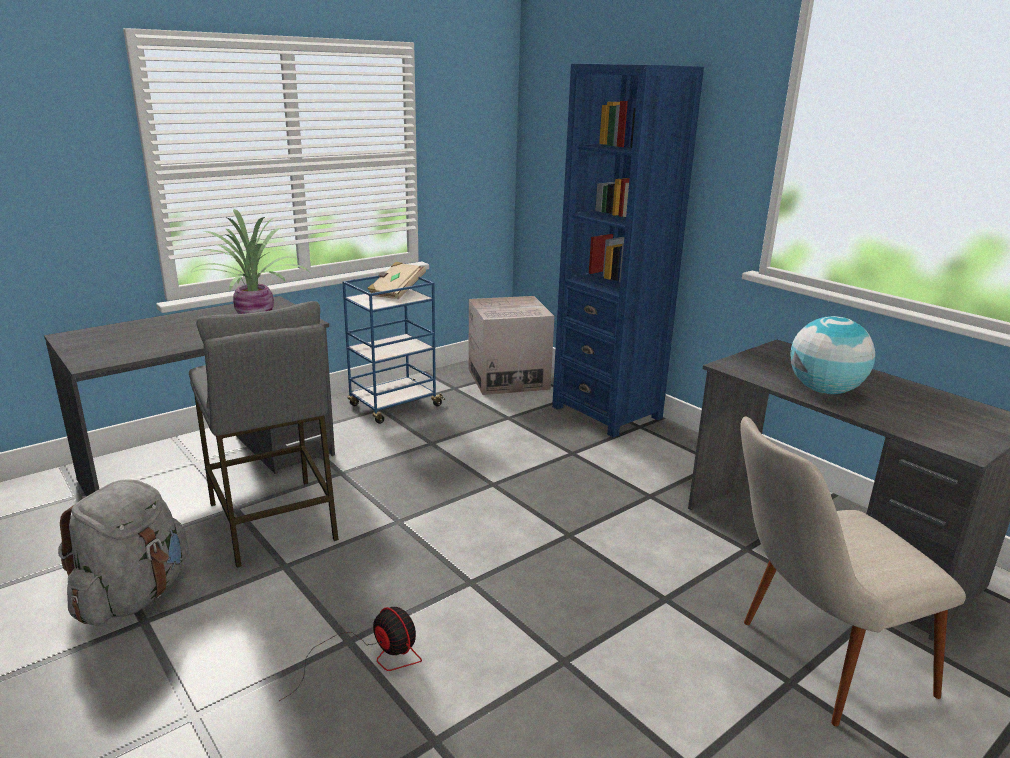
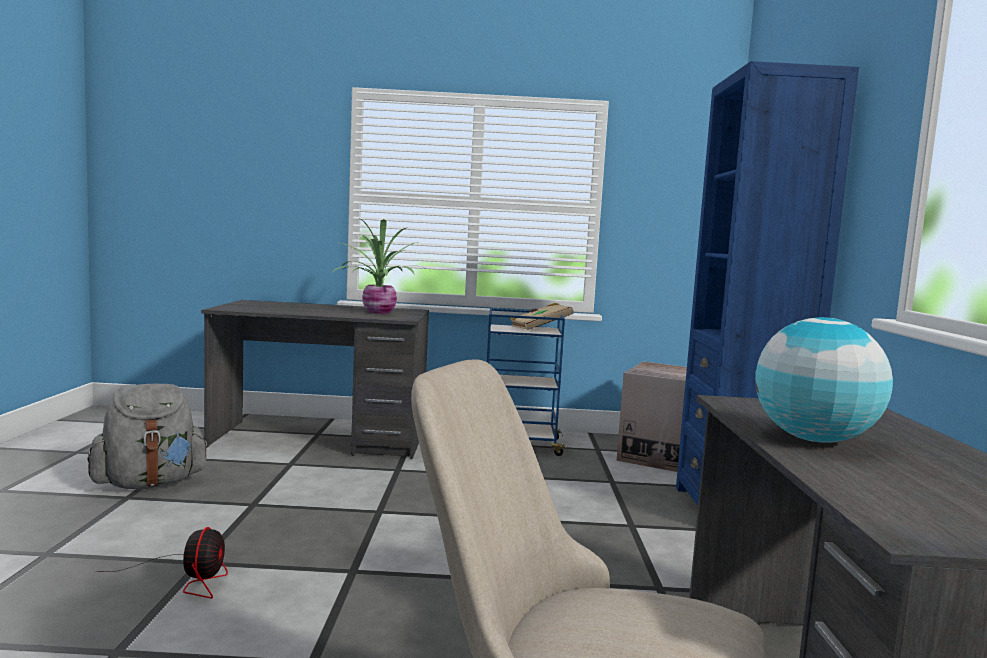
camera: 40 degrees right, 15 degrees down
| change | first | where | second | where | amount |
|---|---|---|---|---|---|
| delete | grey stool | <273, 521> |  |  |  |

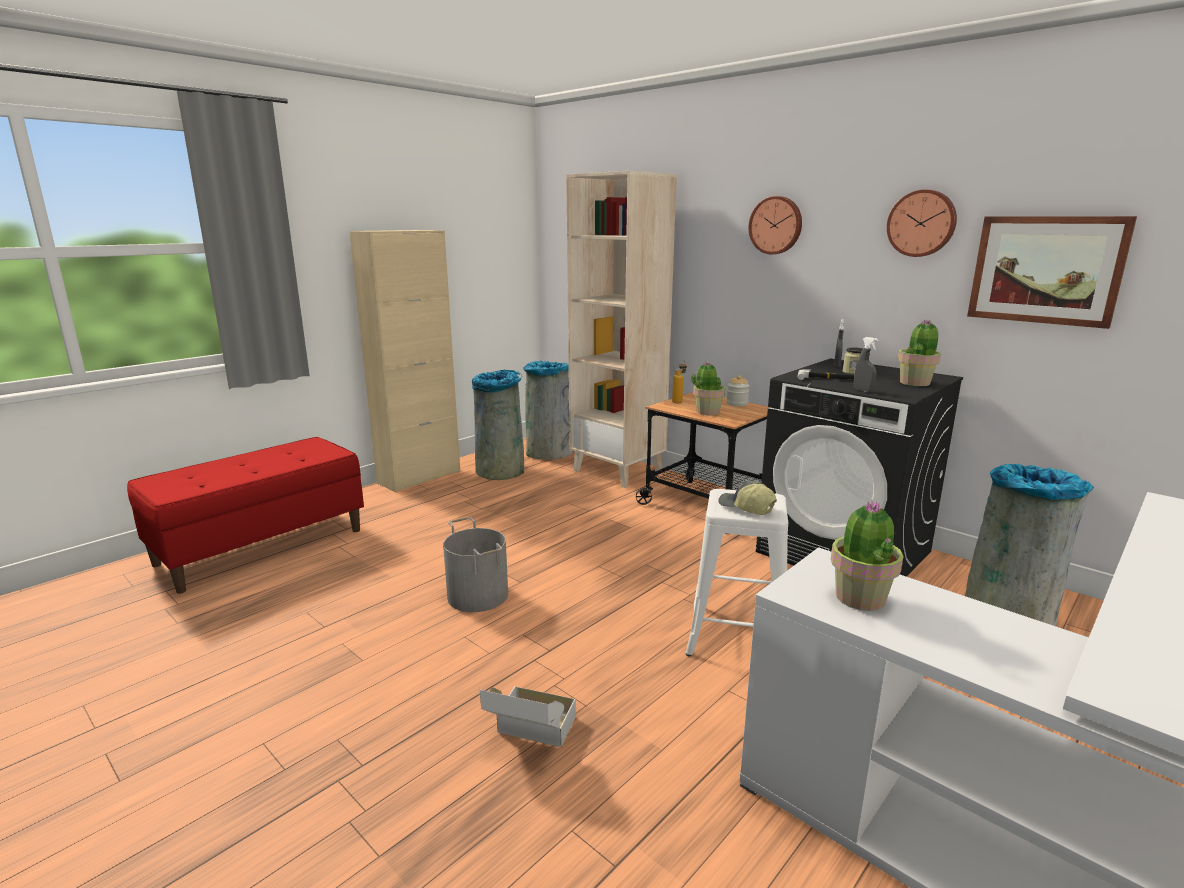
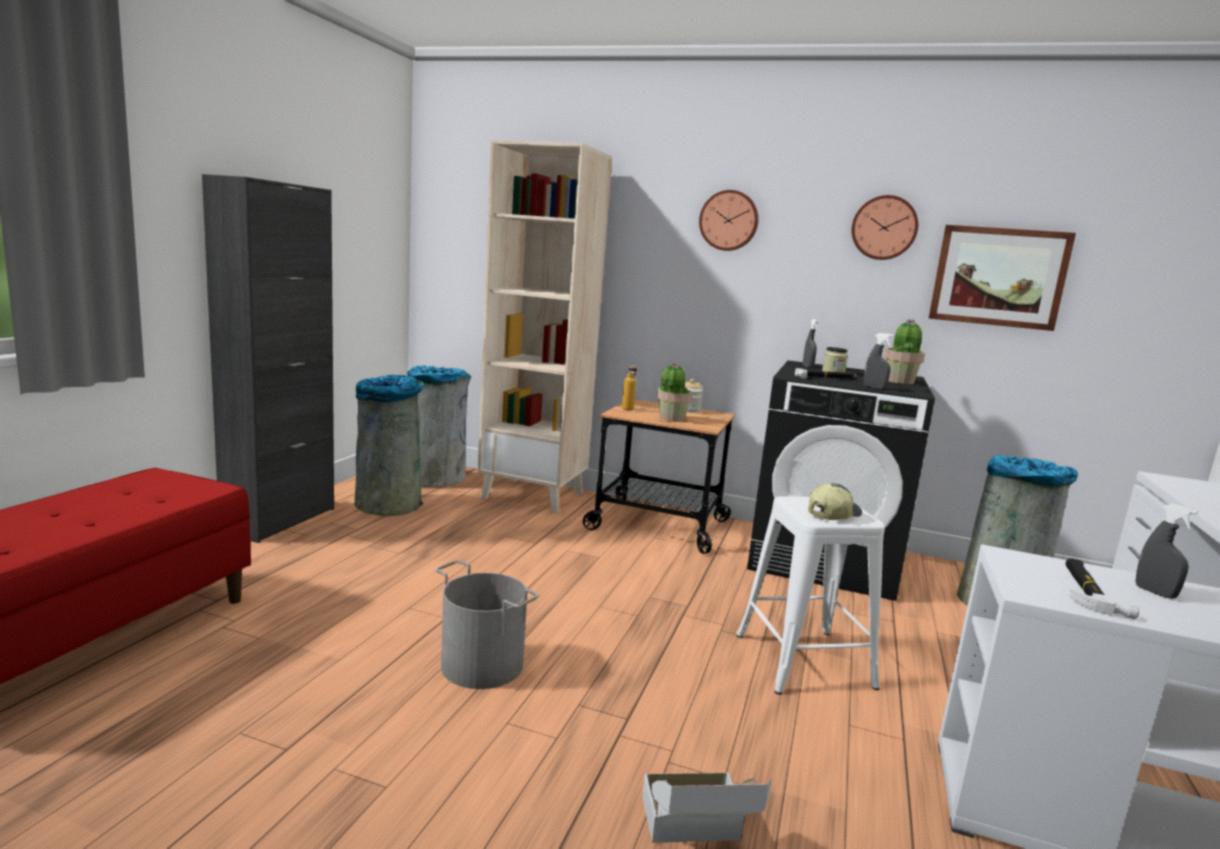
camera: 25 degrees left, 5 degrees down
| change | first | where | second | where | amount |
|---|---|---|---|---|---|
| recolor | beige cabinet | <419, 477> | black cabinet | <280, 520> |  |
| rotate | cap | <745, 508> |  | <832, 514> | 120 degrees clockwise |
| replace | potted plant | <860, 598> | hammer | <1088, 590> |  |
| insert |  |  | grey spray bottle | <1155, 592> |  |

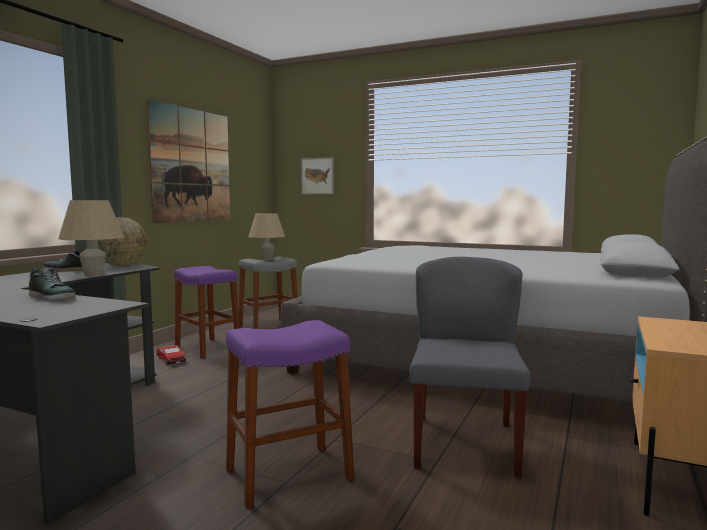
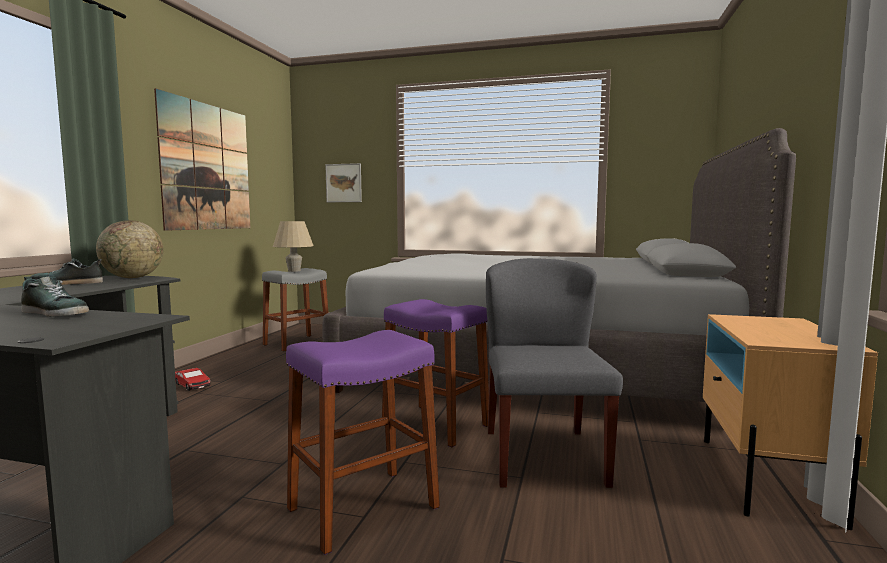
camera: 10 degrees left, 0 degrees up
| change | first | where | second | where | amount |
|---|---|---|---|---|---|
| delete | beige table lamp | <93, 274> |  |  |  |
| move | purple stool | <207, 348> |  | <435, 424> |  |

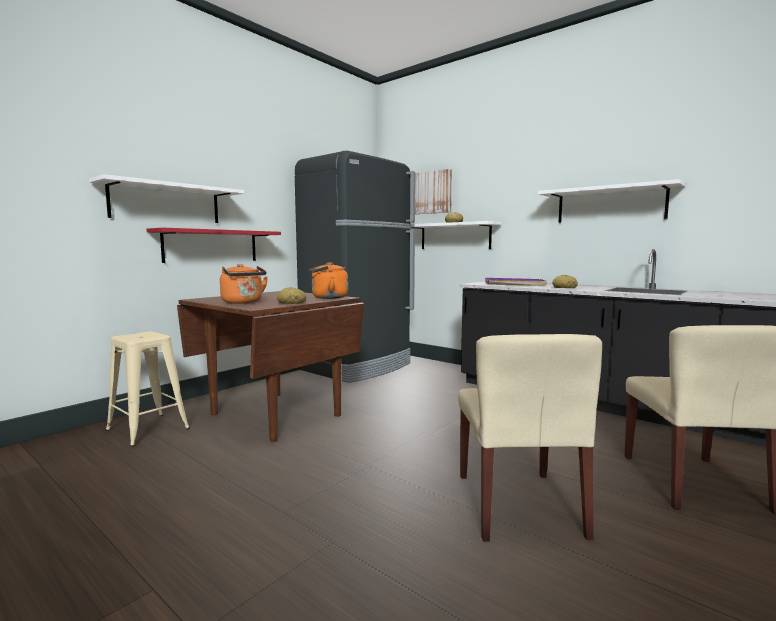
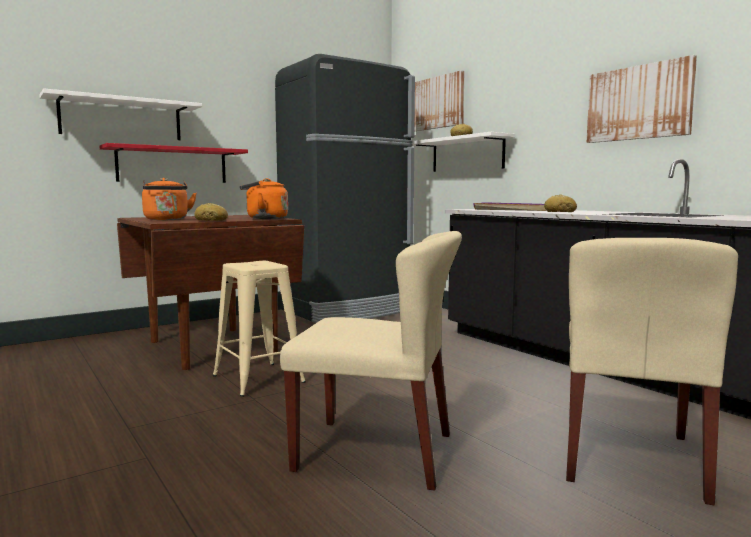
camera: 15 degrees right, 0 degrees up
| change | first | where | second | where | amount |
|---|---|---|---|---|---|
| move | beige stool | <148, 429> |  | <258, 379> |  |
| rotate | beige chair | <518, 505> |  | <376, 452> | 90 degrees counterclockwise |
| replace | white shelf | <610, 204> | picture | <638, 103> |  |

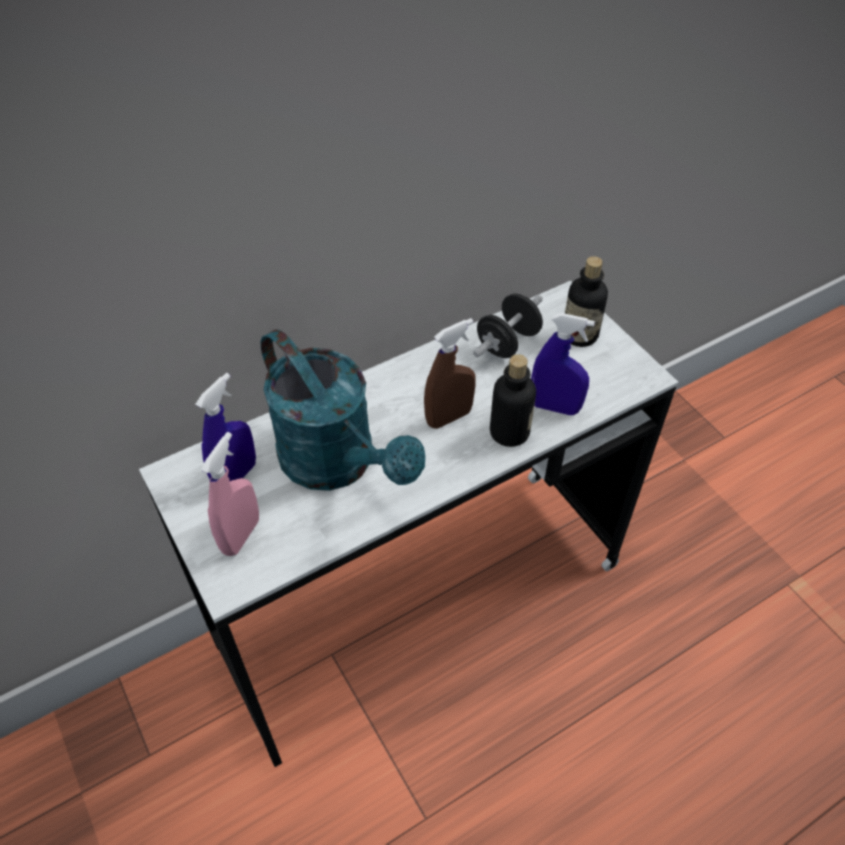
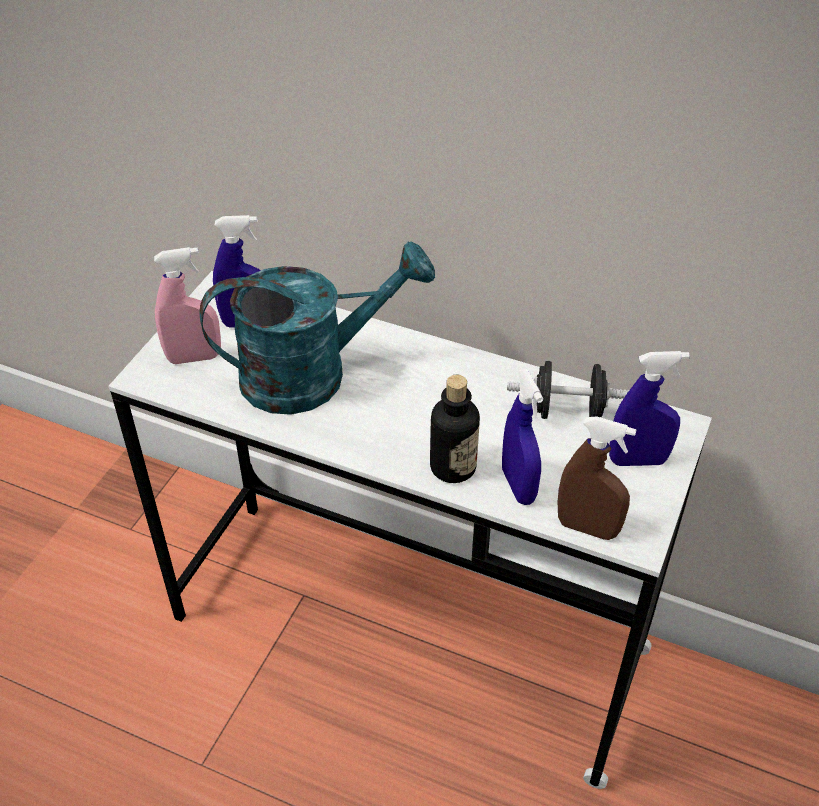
camera: 55 degrees right, 5 degrees down
| change | first | where | second | where | amount |
|---|---|---|---|---|---|
| rotate | turquoise watering can | <338, 464> |  | <313, 374> | 120 degrees counterclockwise |
| move | brown spray bottle | <449, 417> |  | <587, 528> |  |
| replace | bottle | <579, 335> | blue spray bottle | <638, 460> |  |

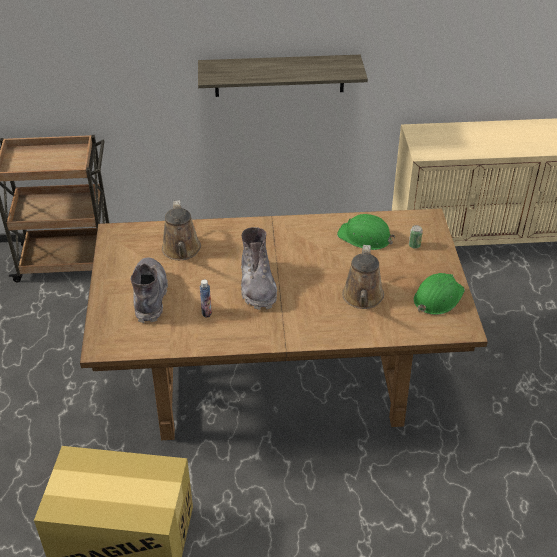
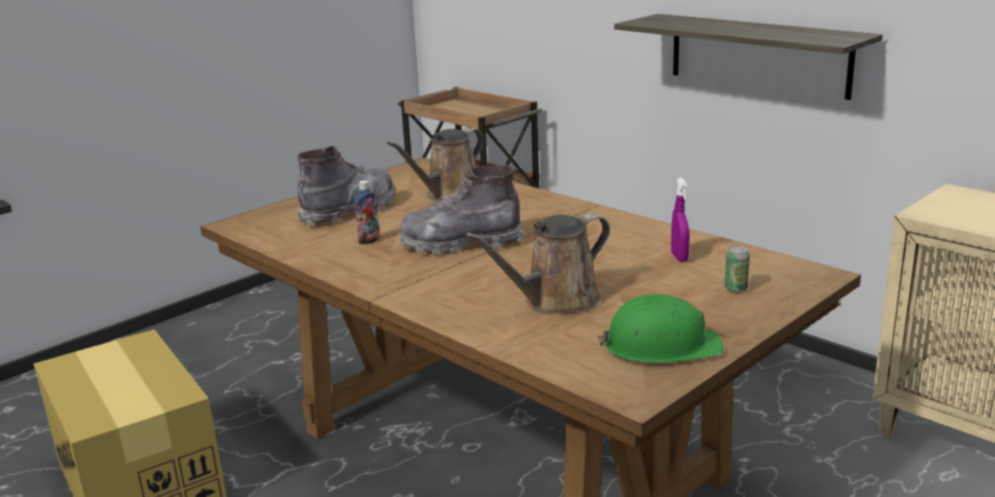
camera: 50 degrees right, 20 degrees down
| change | first | where | second | where | amount |
|---|---|---|---|---|---|
| rotate | grey boot | <257, 286> |  | <461, 244> | 45 degrees clockwise |
| replace | green hard hat | <365, 237> | purple spray bottle | <679, 257> |  |

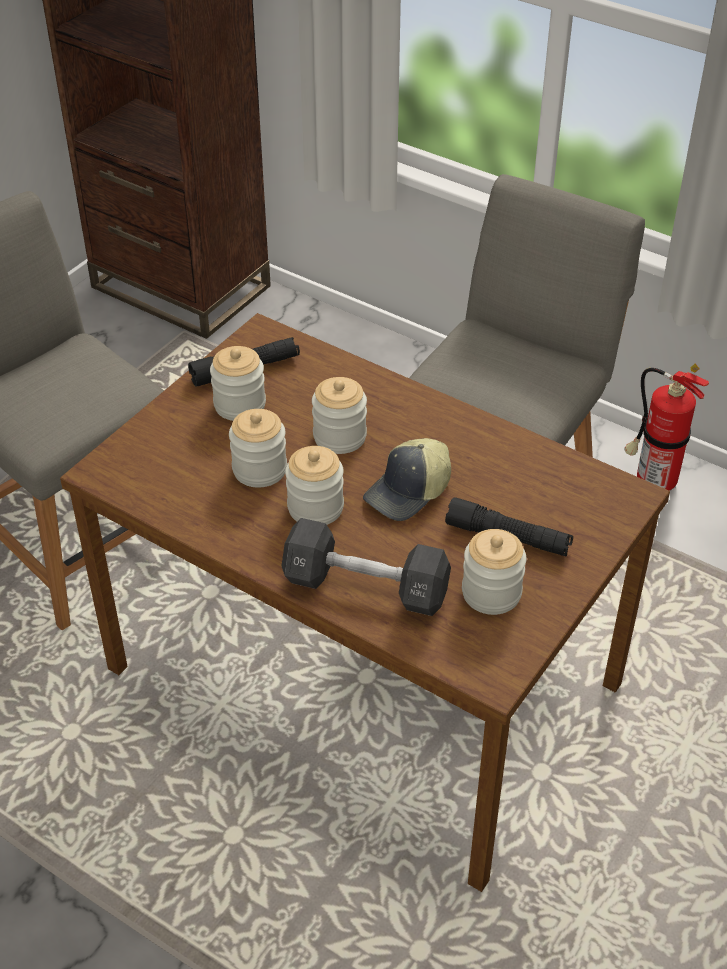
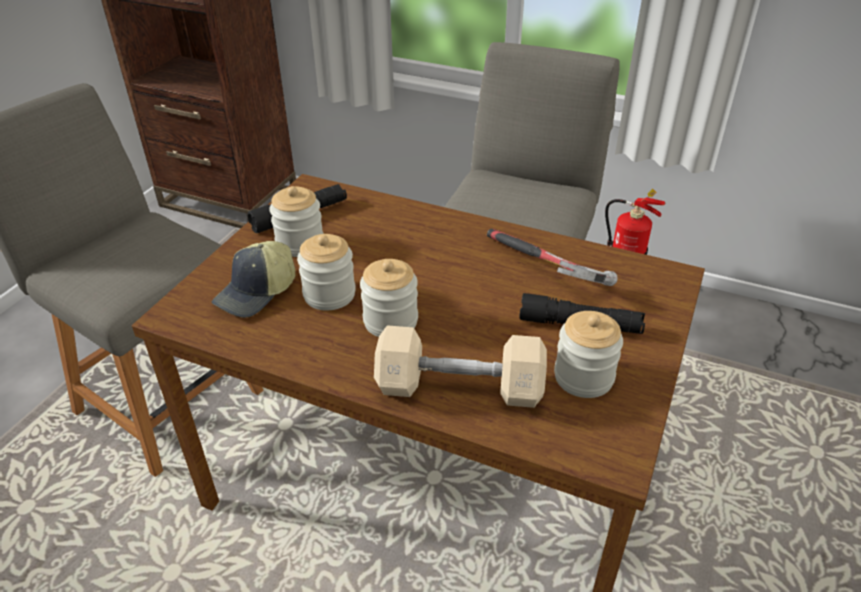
camera: 10 degrees left, 5 degrees down
| change | first | where | second | where | amount |
|---|---|---|---|---|---|
| recolor | black dumbbell | <366, 586> | beige dumbbell | <459, 388> |  |
| delete | jar | <339, 437> |  |  |  |
| move | cap | <409, 492> |  | <257, 292> |  |
| insert |  |  | hammer | <545, 272> |  |

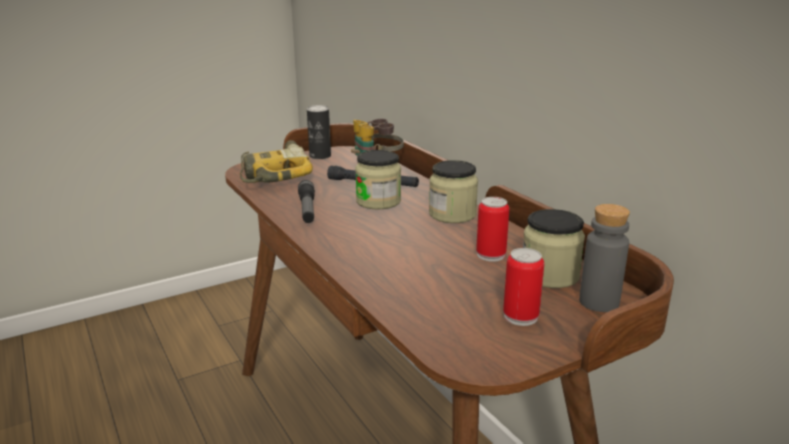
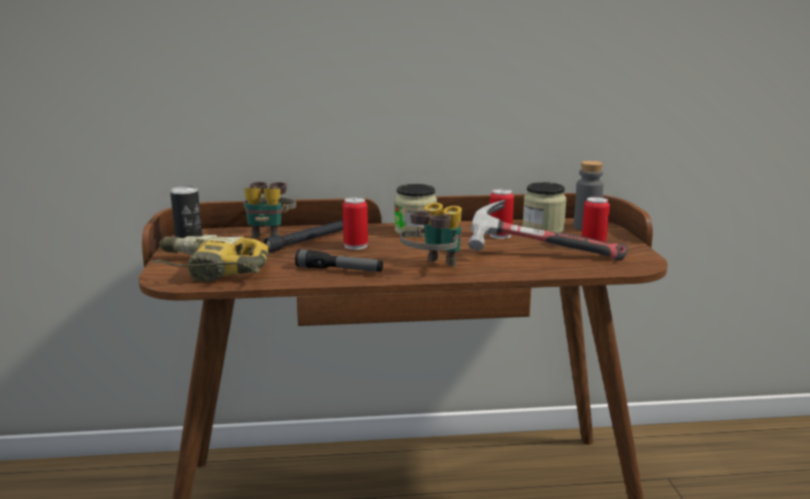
camera: 65 degrees left, 5 degrees down
| change | first | where | second | where | amount |
|---|---|---|---|---|---|
| replace | jar | <378, 201> | can | <355, 246> |  |
| insert |  |  | binoculars | <433, 268> |  |
| insert |  |  | hammer | <540, 255> |  |

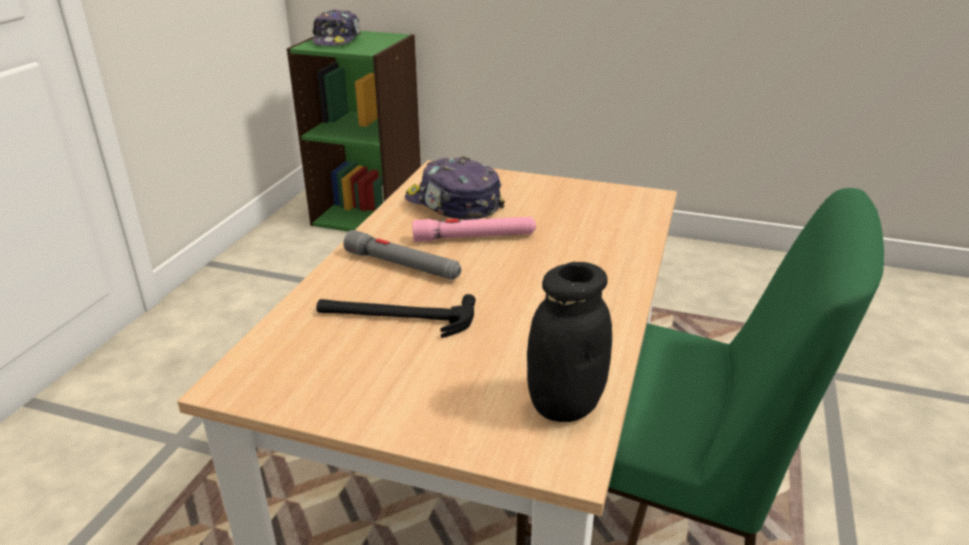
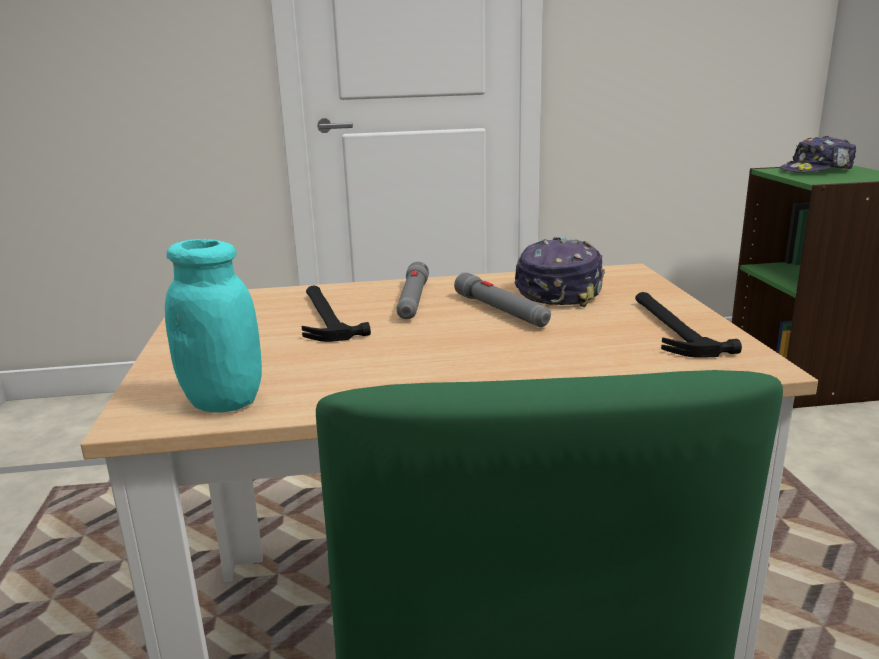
camera: 65 degrees right, 10 degrees down
| change | first | where | second | where | amount |
|---|---|---|---|---|---|
| recolor | pink flashlight | <474, 237> | grey flashlight | <501, 311> |  |
| recolor | black jar | <564, 405> | turquoise jar | <223, 401> |  |
| insert |  |  | hammer | <670, 328> |  |

